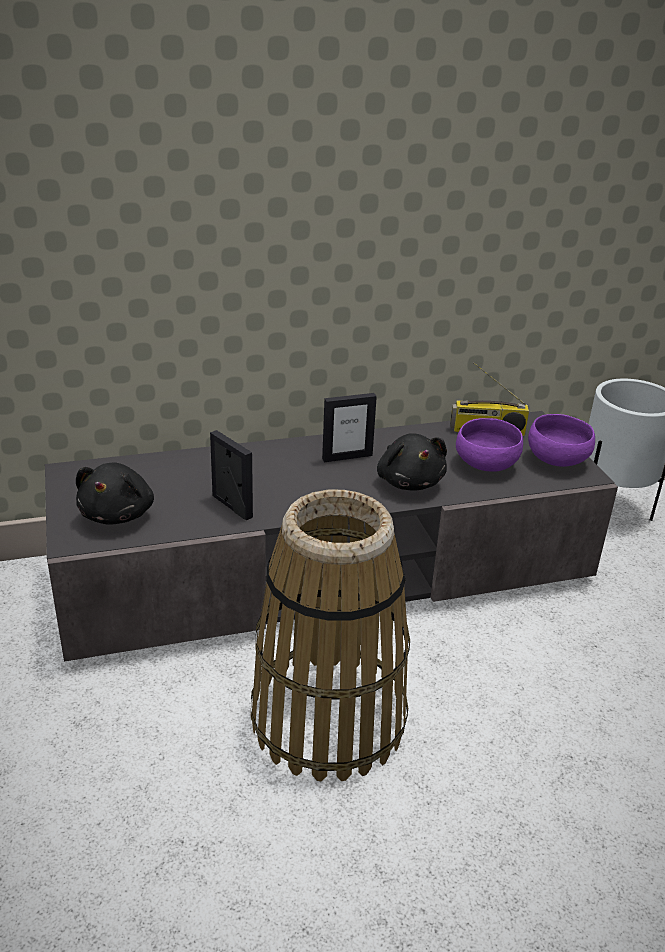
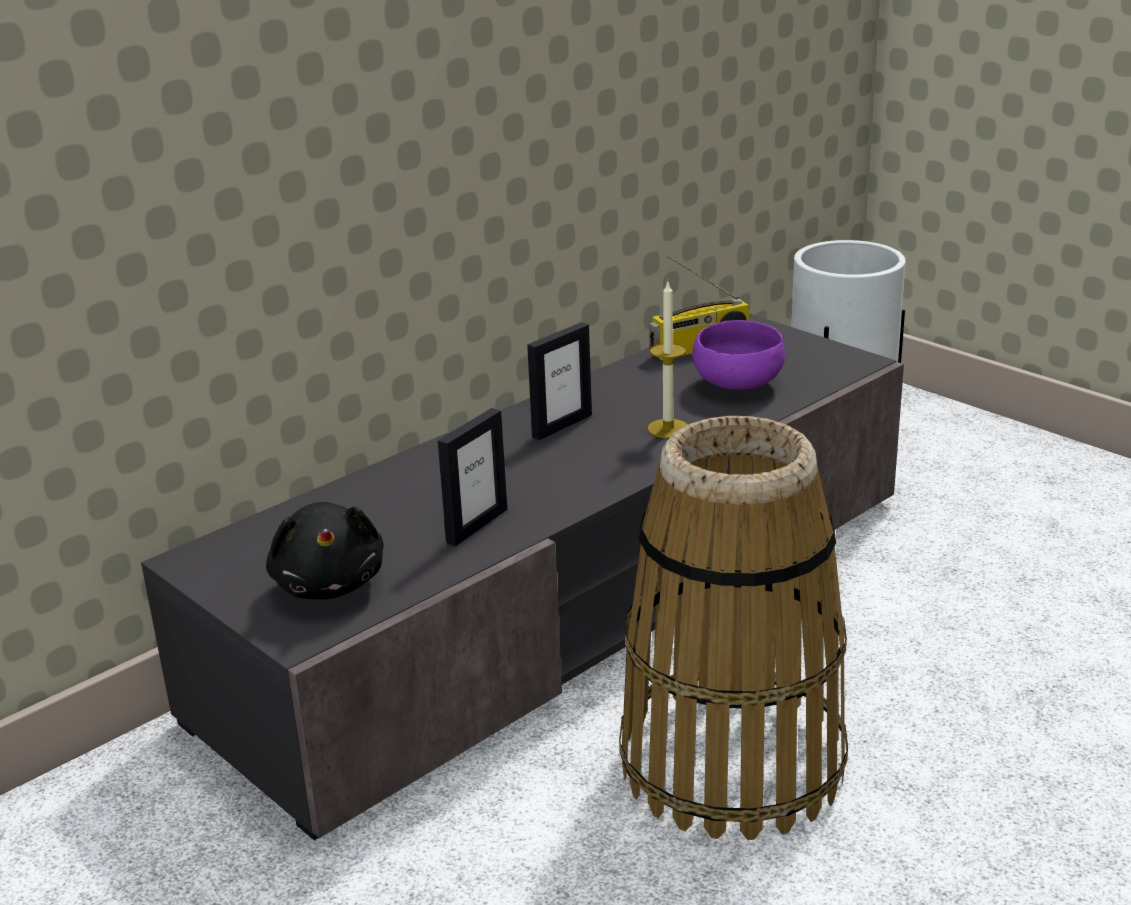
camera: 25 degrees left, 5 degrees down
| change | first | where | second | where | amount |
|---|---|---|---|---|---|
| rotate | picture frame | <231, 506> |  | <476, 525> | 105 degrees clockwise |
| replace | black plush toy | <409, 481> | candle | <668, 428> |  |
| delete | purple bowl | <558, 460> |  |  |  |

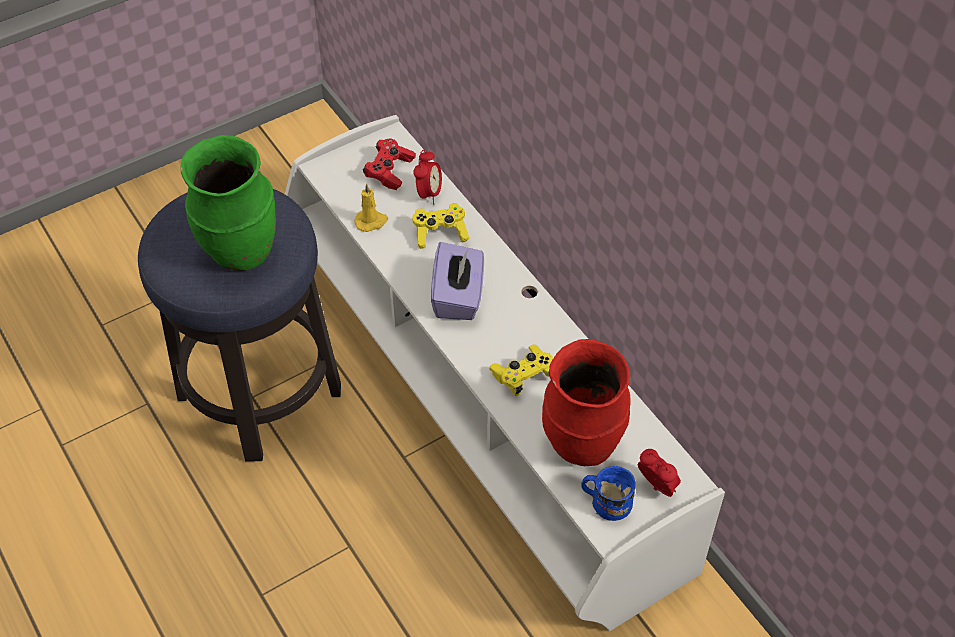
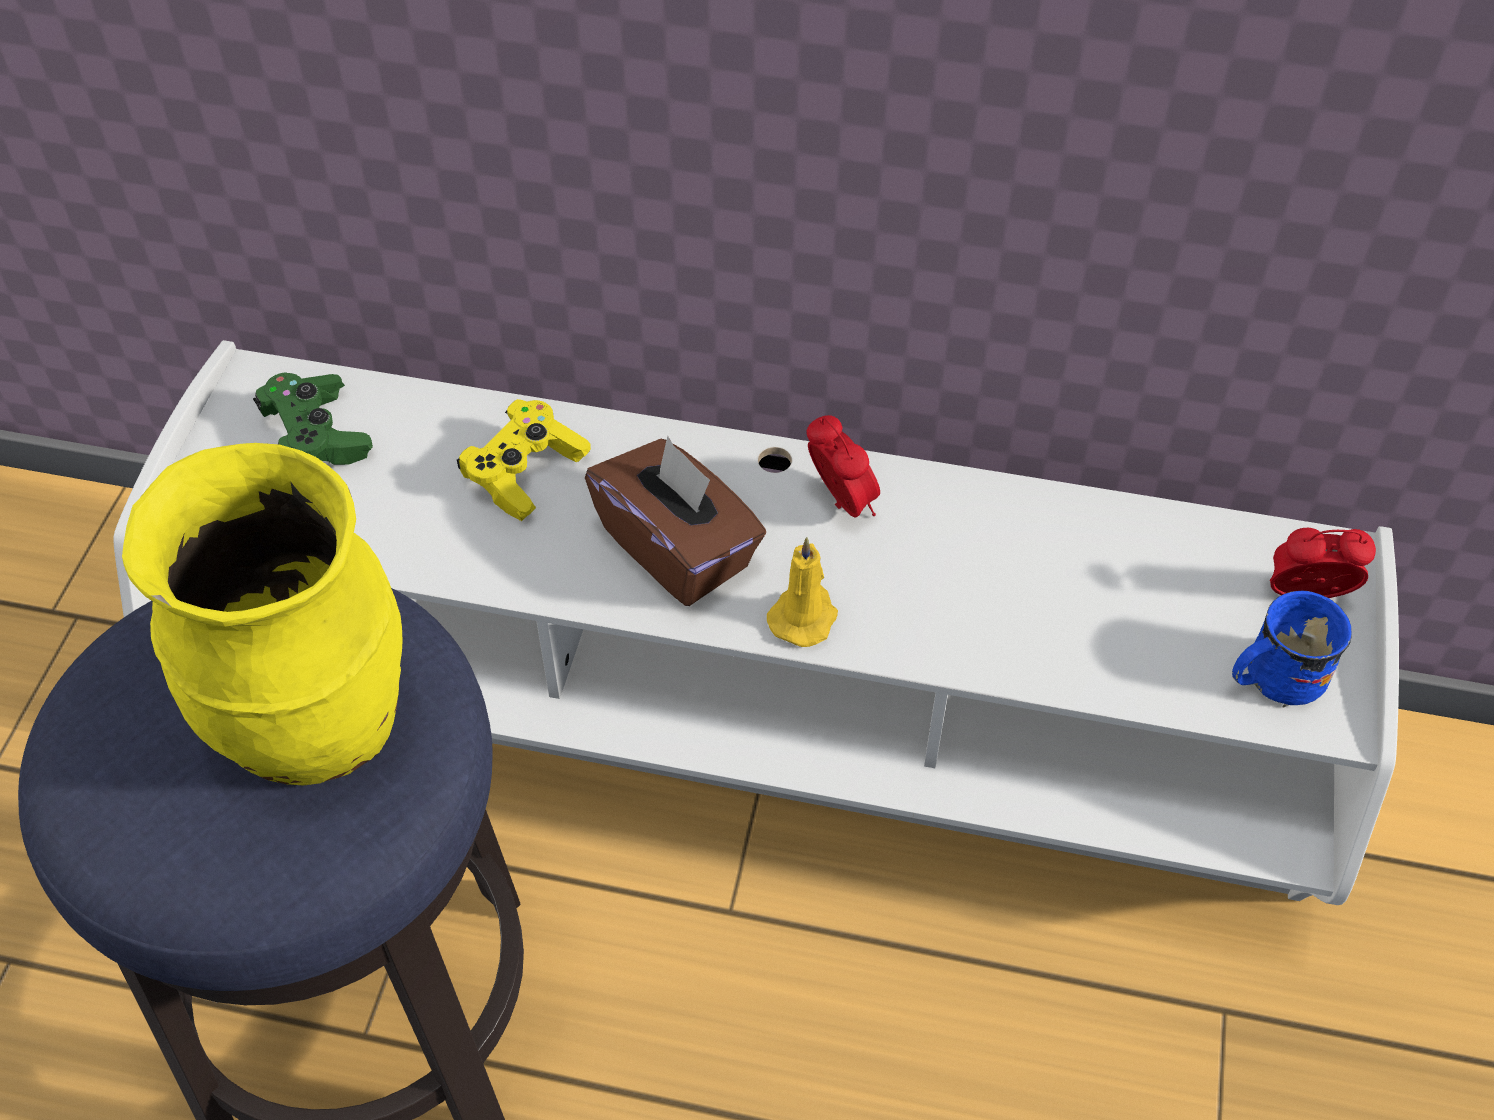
camera: 45 degrees left, 0 degrees up
| change | first | where | second | where | amount |
|---|---|---|---|---|---|
| recolor | green vase | <241, 252> | yellow vase | <318, 729> |  |
| move | yellow candle | <371, 221> |  | <804, 616> |  |
| recolor | red game controller | <389, 171> | green game controller | <317, 436> |  |
| move | alarm clock | <429, 194> |  | <841, 504> |  |
| recolor | purple tissue box | <458, 297> | brown tissue box | <678, 549> |  |
| delete | yellow game controller | <523, 376> |  |  |  |
| delete | red vase | <582, 445> |  |  |  |

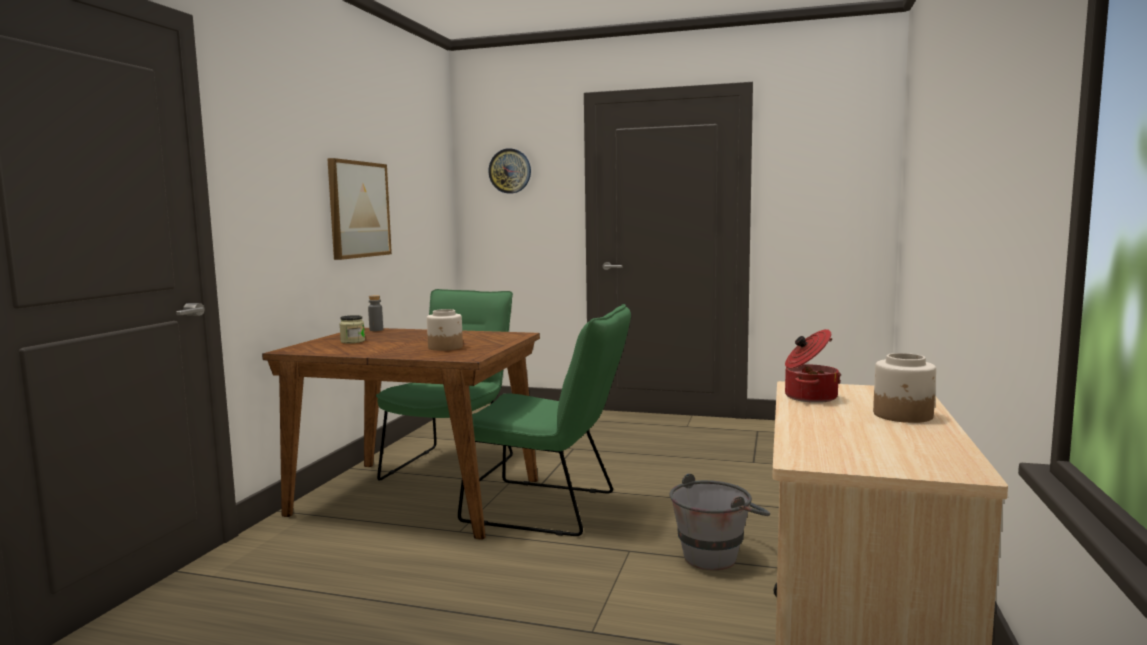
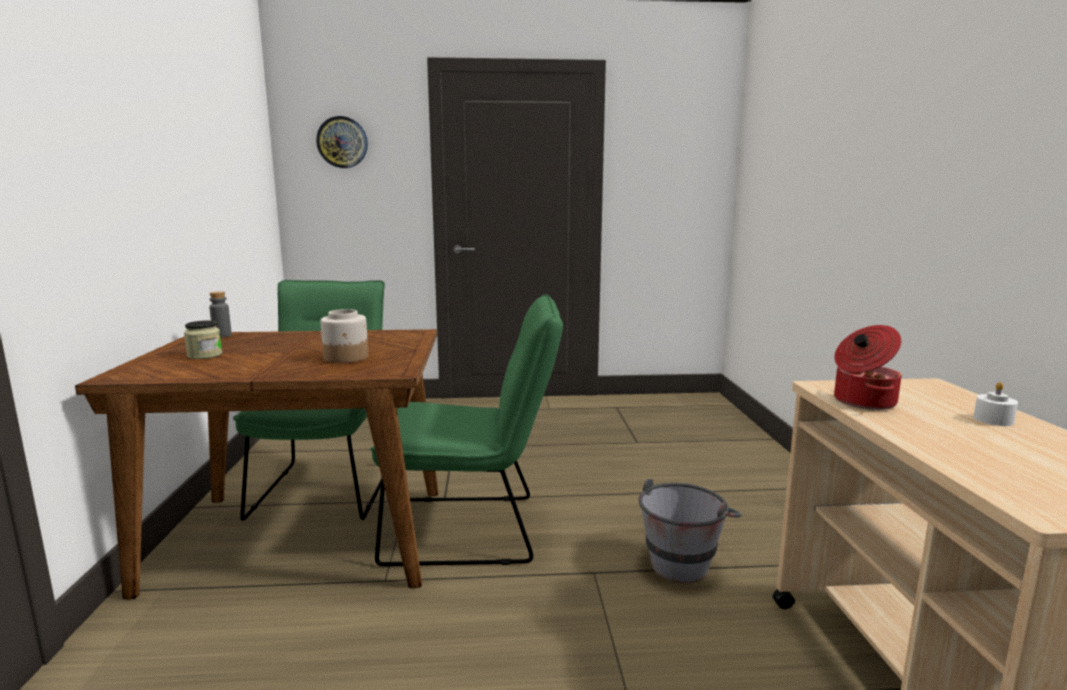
camera: 20 degrees left, 5 degrees up
| change | first | where | second | where | amount |
|---|---|---|---|---|---|
| delete | picture | <358, 209> |  |  |  |
| replace | jar | <903, 415> | white candle | <993, 420> |  |

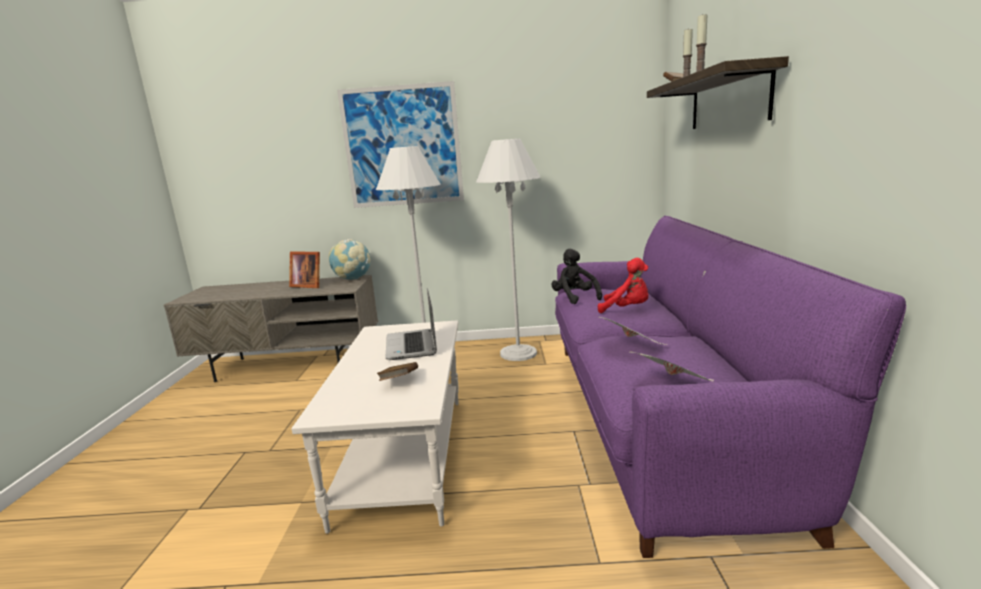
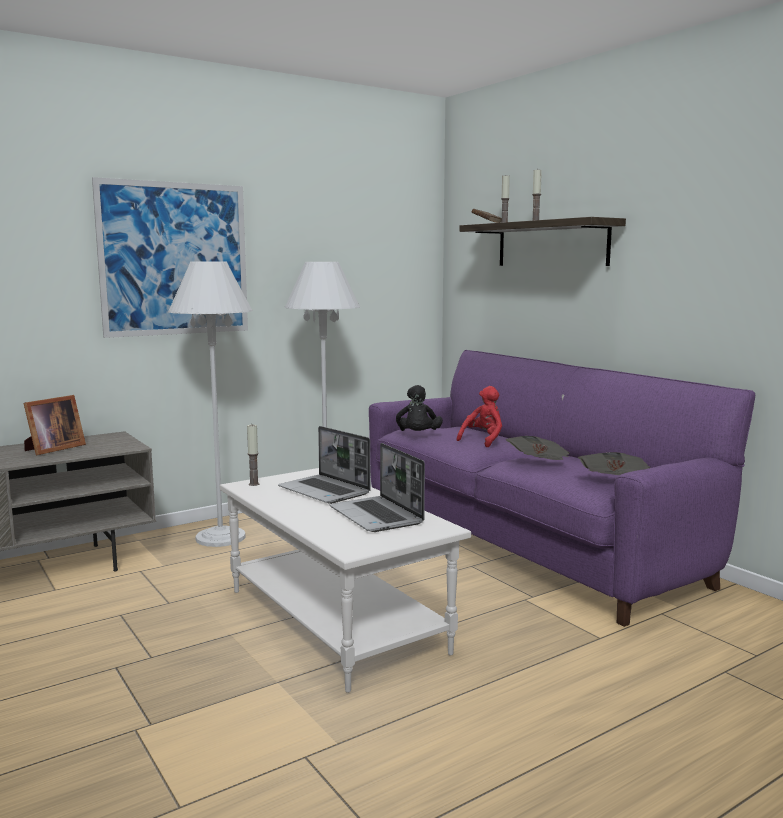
camera: 35 degrees left, 5 degrees down
| change | first | where | second | where | amount |
|---|---|---|---|---|---|
| rotate | picture frame | <308, 285> |  | <52, 449> | 45 degrees counterclockwise |
| delete | globe | <352, 279> |  |  |  |
| replace | brown book | <399, 381> | laptop | <377, 516> |  |
| rotate | black plush toy | <574, 298> |  | <418, 436> | 120 degrees counterclockwise |
| rotate | red plush toy | <626, 309> |  | <483, 440> | 45 degrees counterclockwise |
| insert |  |  | candle | <254, 484> |  |

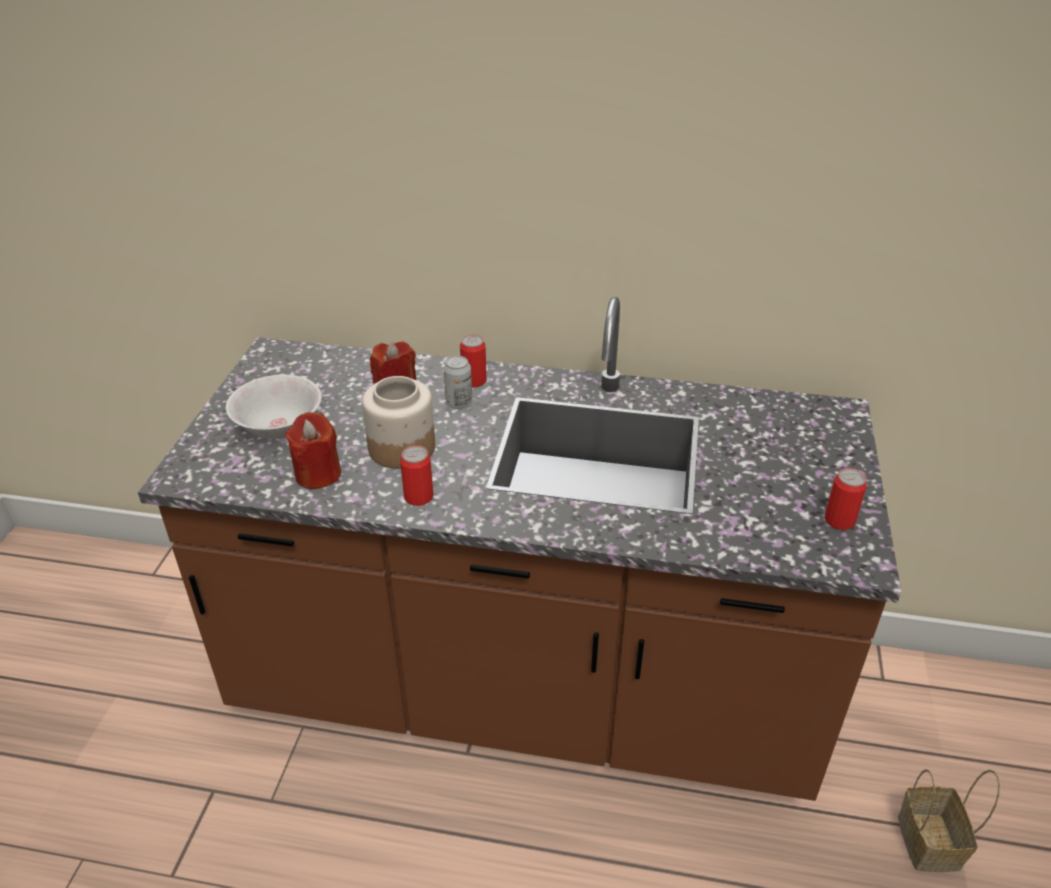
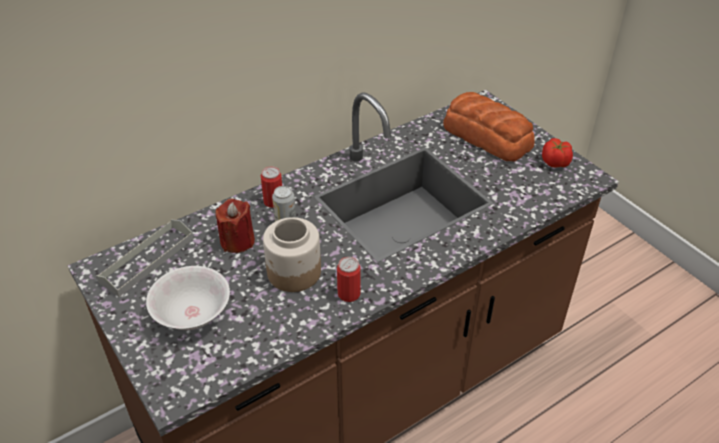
camera: 45 degrees left, 5 degrees up
| change | first | where | second | where | amount |
|---|---|---|---|---|---|
| delete | red candle | <318, 474> |  |  |  |
| replace | can | <839, 520> | tomato | <555, 162> |  |
| delete | basket | <930, 844> |  |  |  |
| insert |  |  | grey tray | <147, 260> |  |
| insert |  |  | bread | <486, 135> |  |

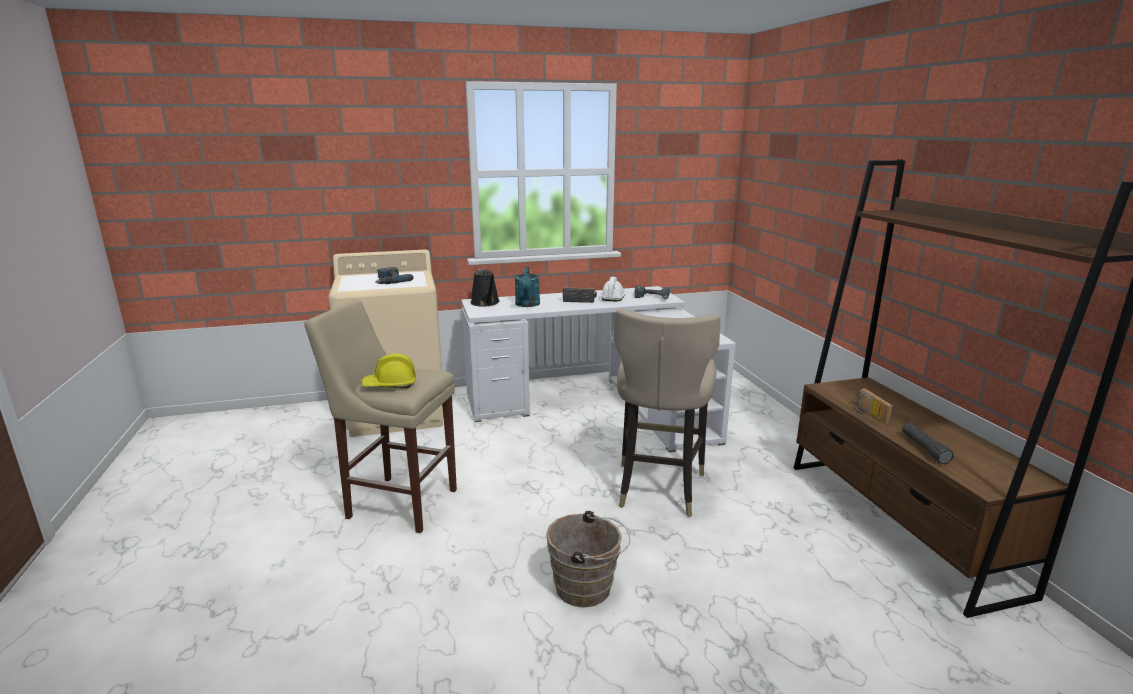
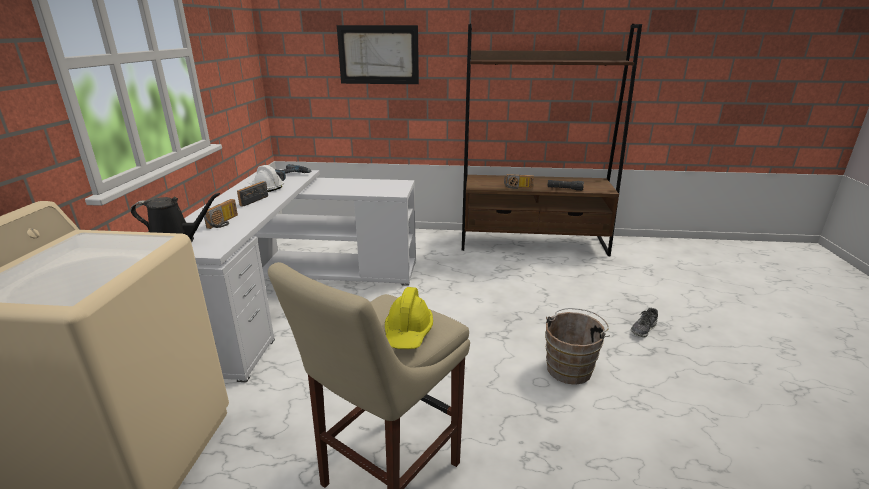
camera: 70 degrees left, 5 degrees up
| change | first | where | second | where | amount |
|---|---|---|---|---|---|
| delete | power drill | <389, 281> |  |  |  |
| replace | turquoise watering can | <527, 305> | radio | <224, 222> |  |
| delete | beige stool | <658, 488> |  |  |  |
| insert |  |  | picture | <378, 55> |  |
| insert |  |  | shoe | <643, 329> |  |

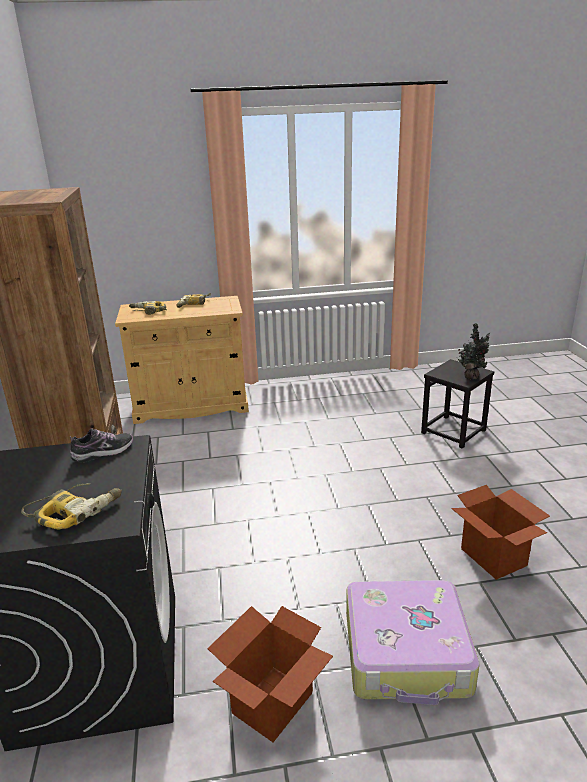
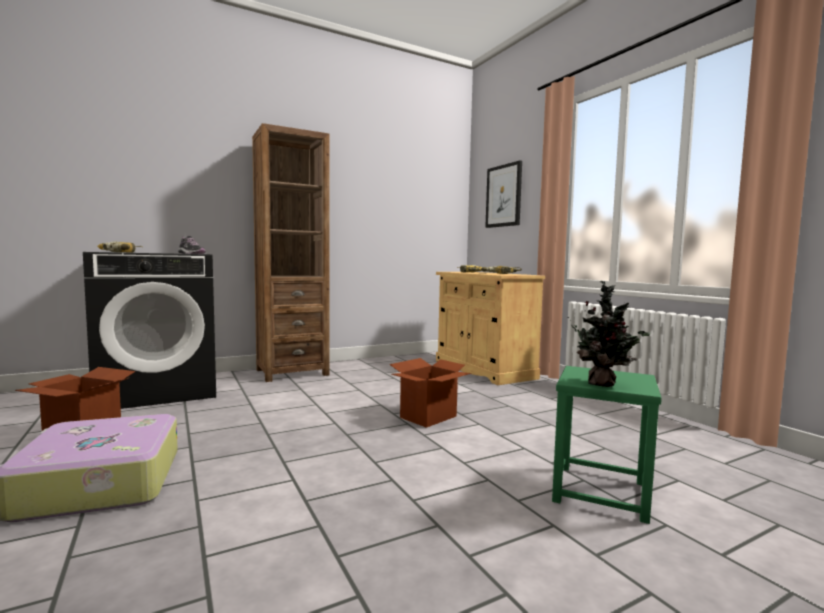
camera: 70 degrees right, 20 degrees down
| change | first | where | second | where | amount |
|---|---|---|---|---|---|
| recolor | black stool | <454, 432> | green stool | <600, 492> |  |
| move | cardboard box | <494, 557> |  | <428, 417> |  |
| insert |  |  | picture | <504, 196> |  |

